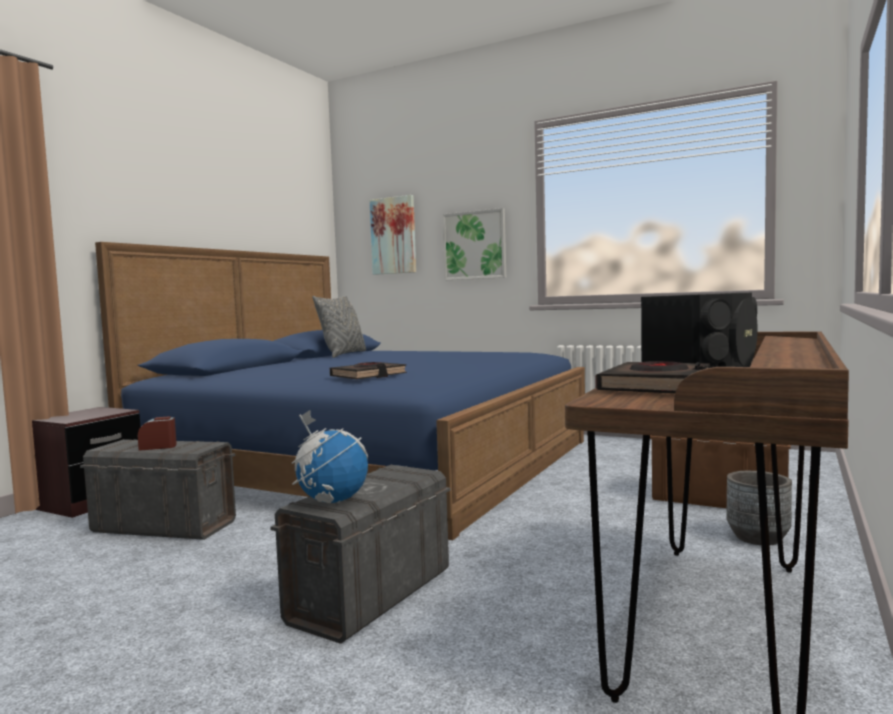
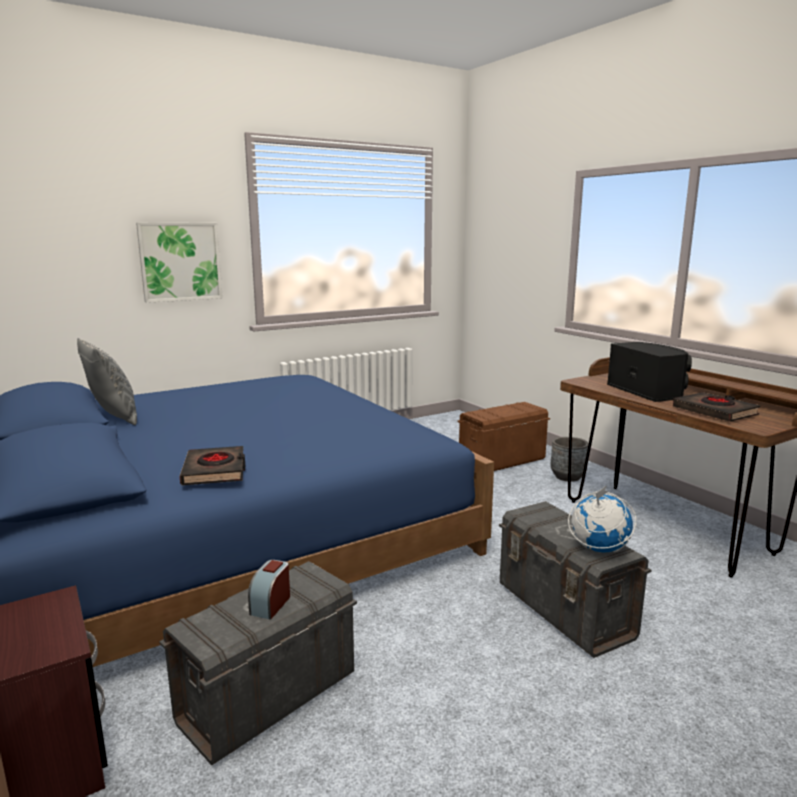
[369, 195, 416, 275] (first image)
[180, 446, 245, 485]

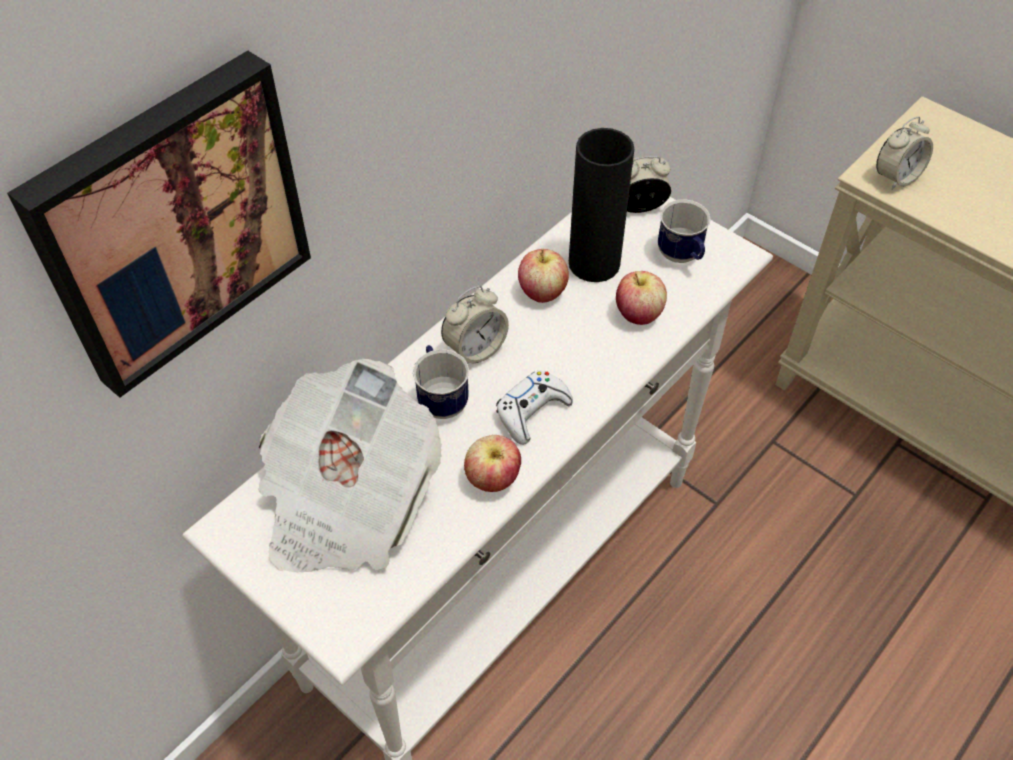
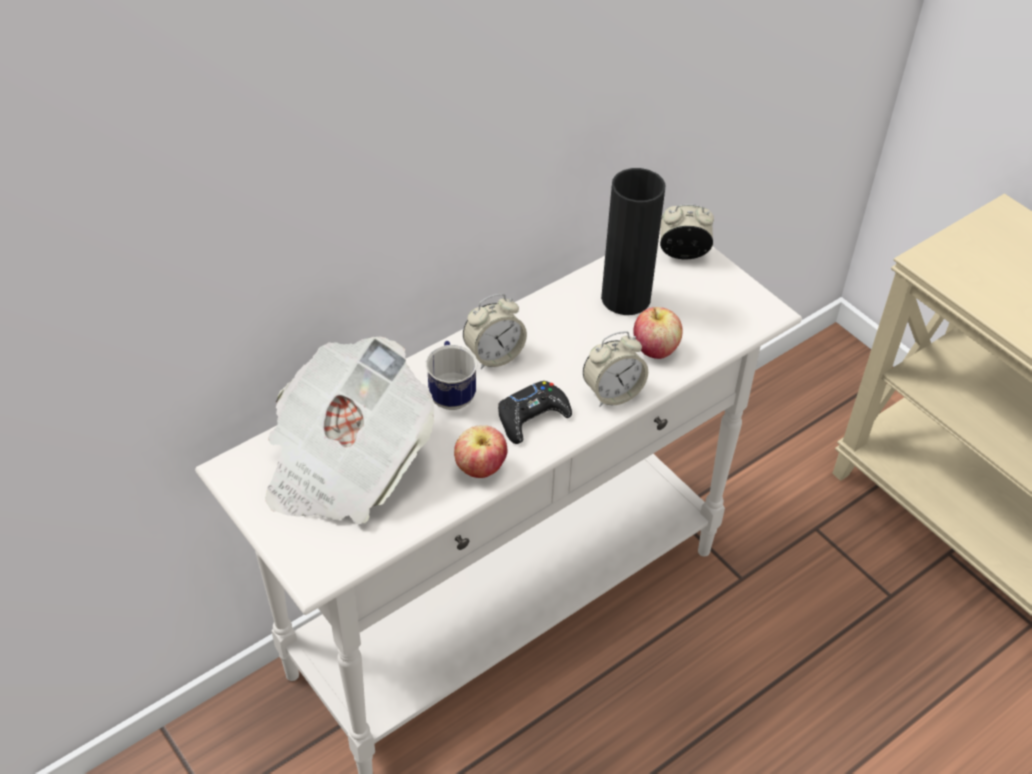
[7, 51, 311, 398] (first image)
[518, 249, 569, 303] (first image)
[658, 199, 710, 263] (first image)
[583, 331, 648, 407]
[498, 381, 572, 444]

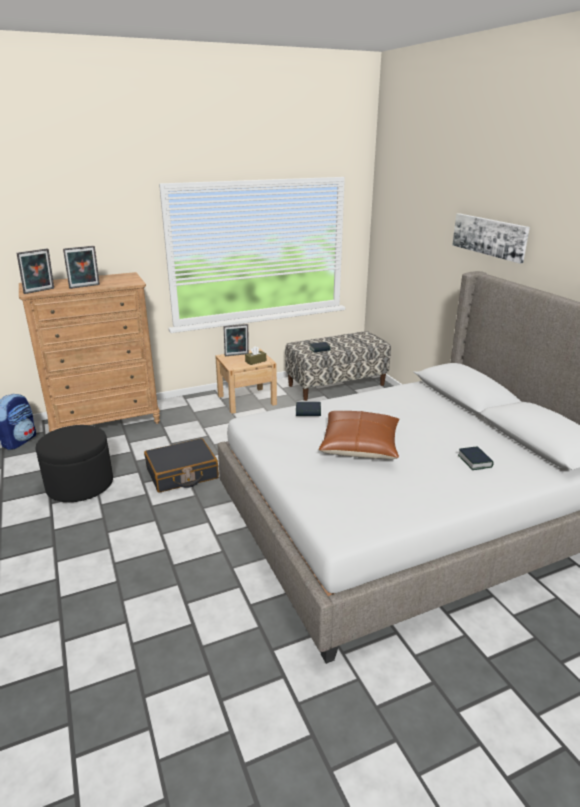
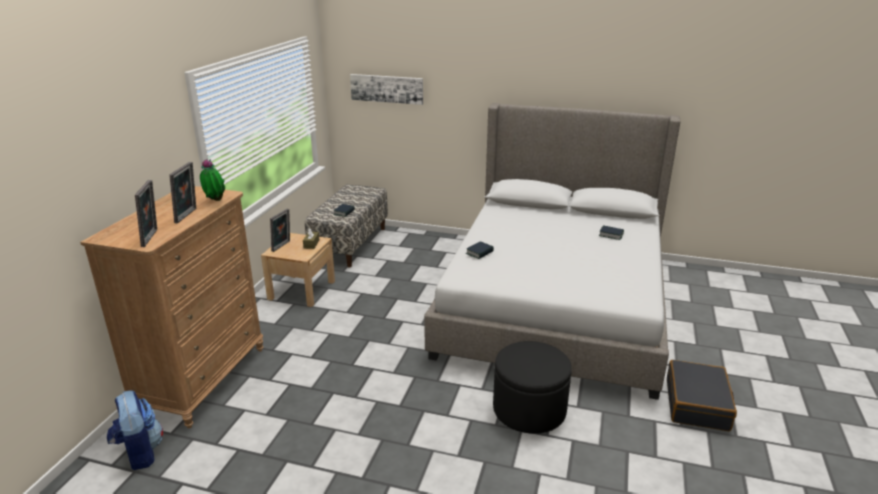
[319, 411, 399, 459] (first image)
[200, 159, 225, 201]
[493, 341, 572, 434]
[667, 360, 737, 431]
[350, 74, 423, 105]

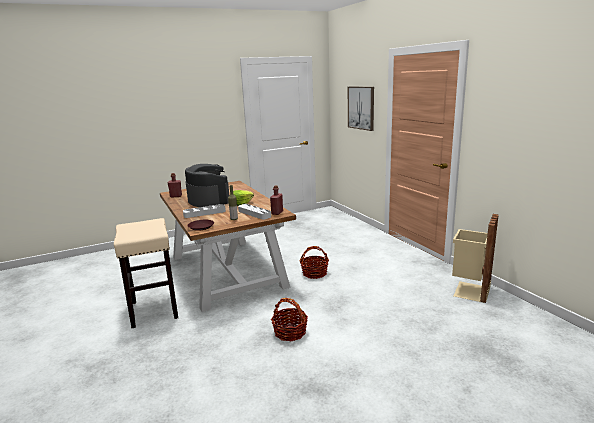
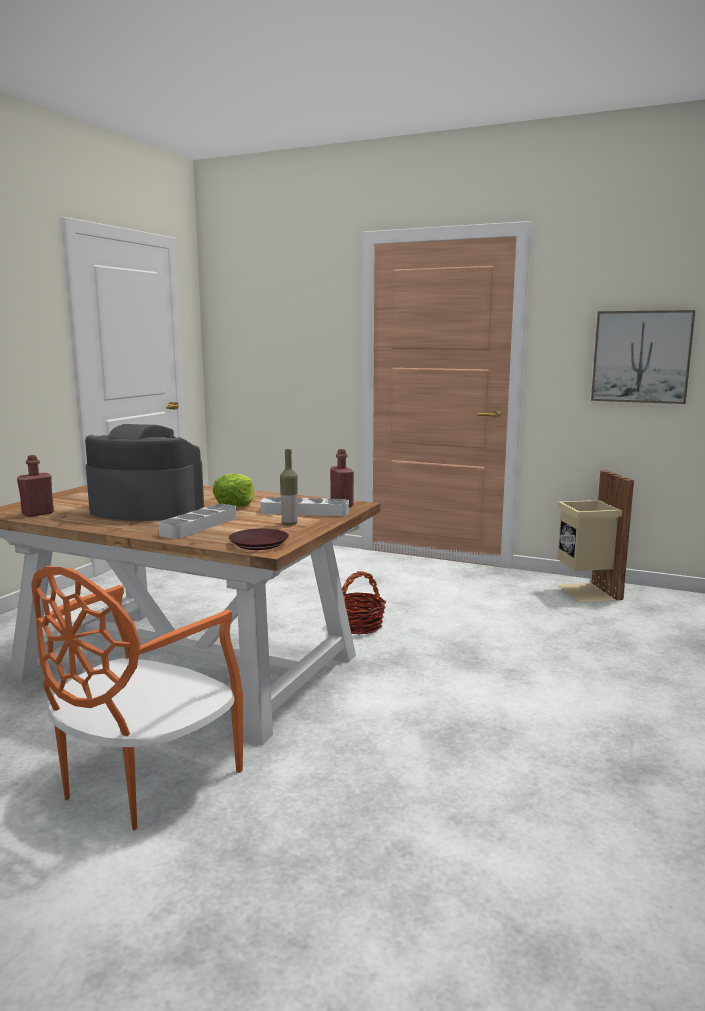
[271, 298, 308, 341] (first image)
[591, 310, 695, 404]
[31, 566, 243, 831]

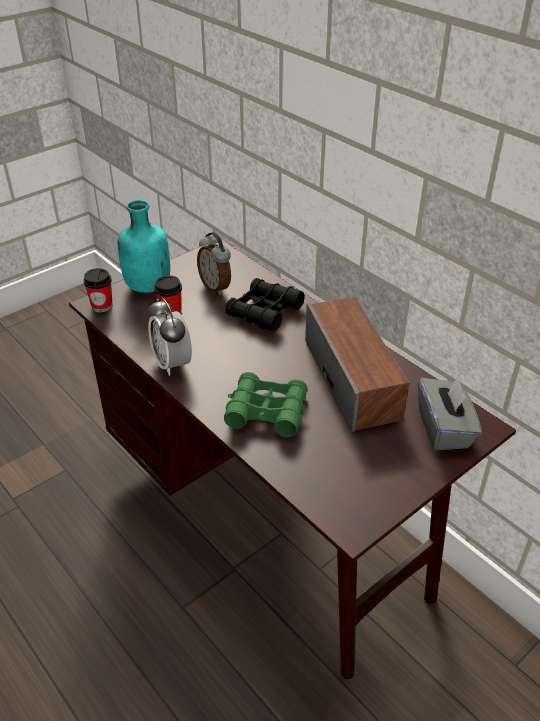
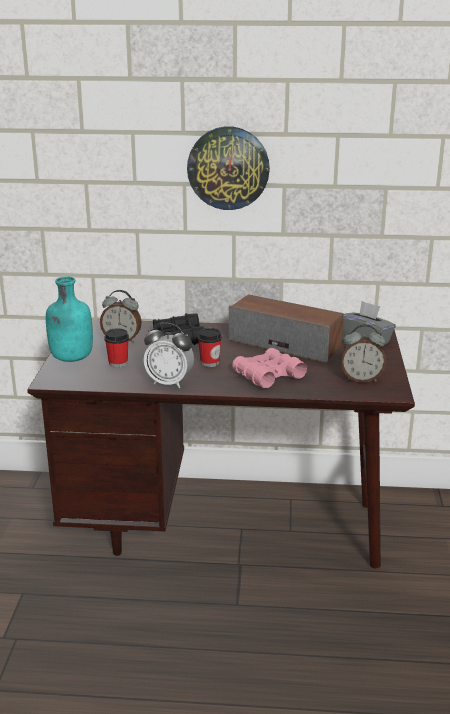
[187, 126, 270, 210]
[340, 324, 386, 383]
[198, 328, 222, 367]
[232, 348, 307, 388]

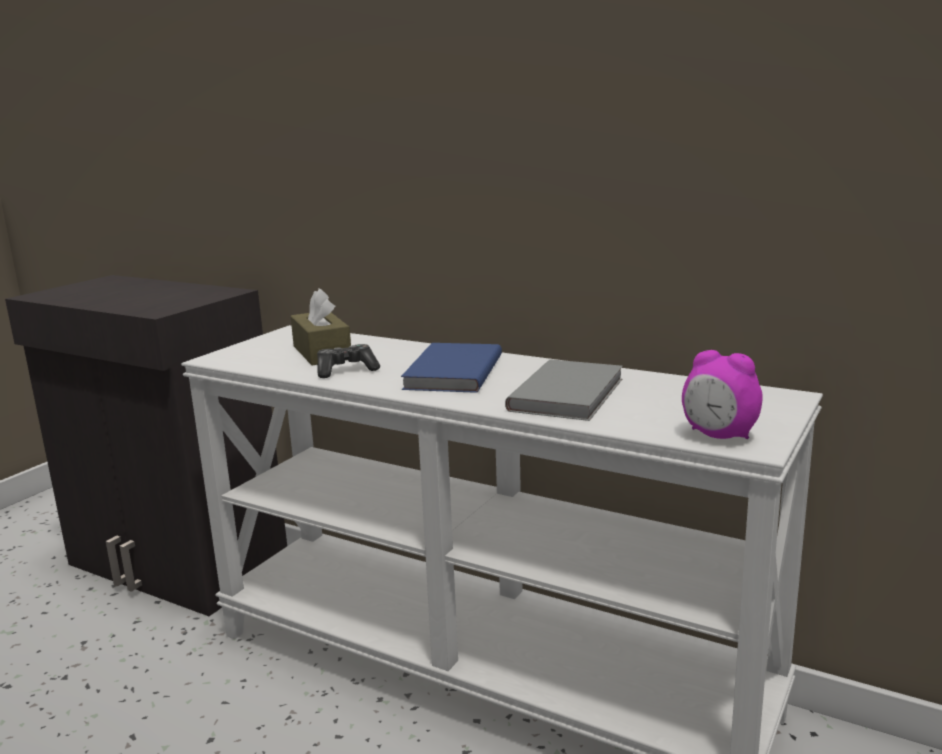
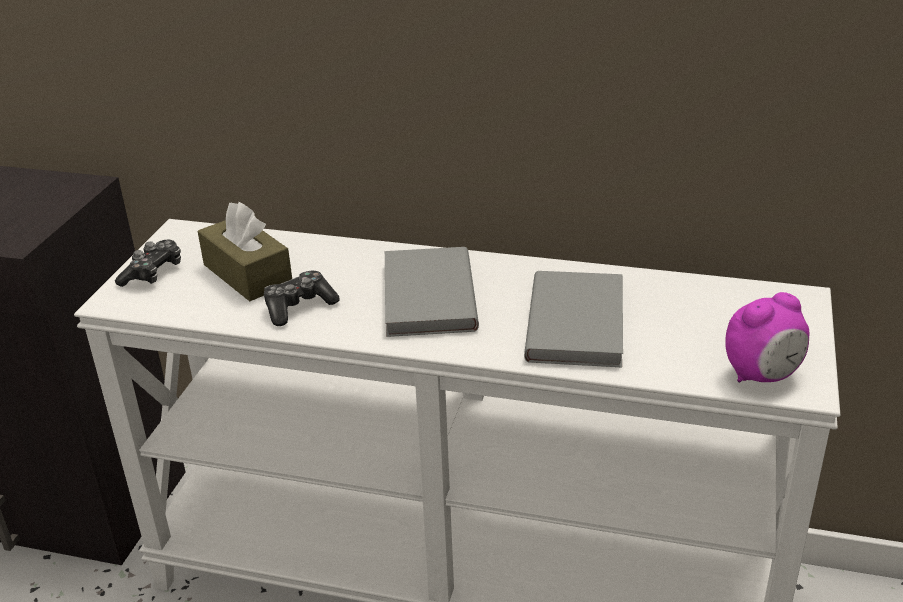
[115, 240, 181, 287]
[385, 247, 479, 337]
[726, 292, 809, 383]

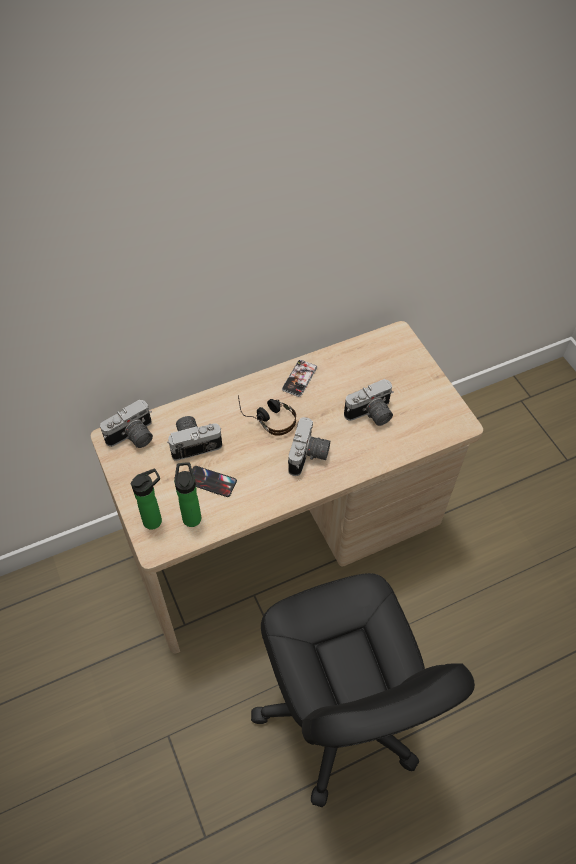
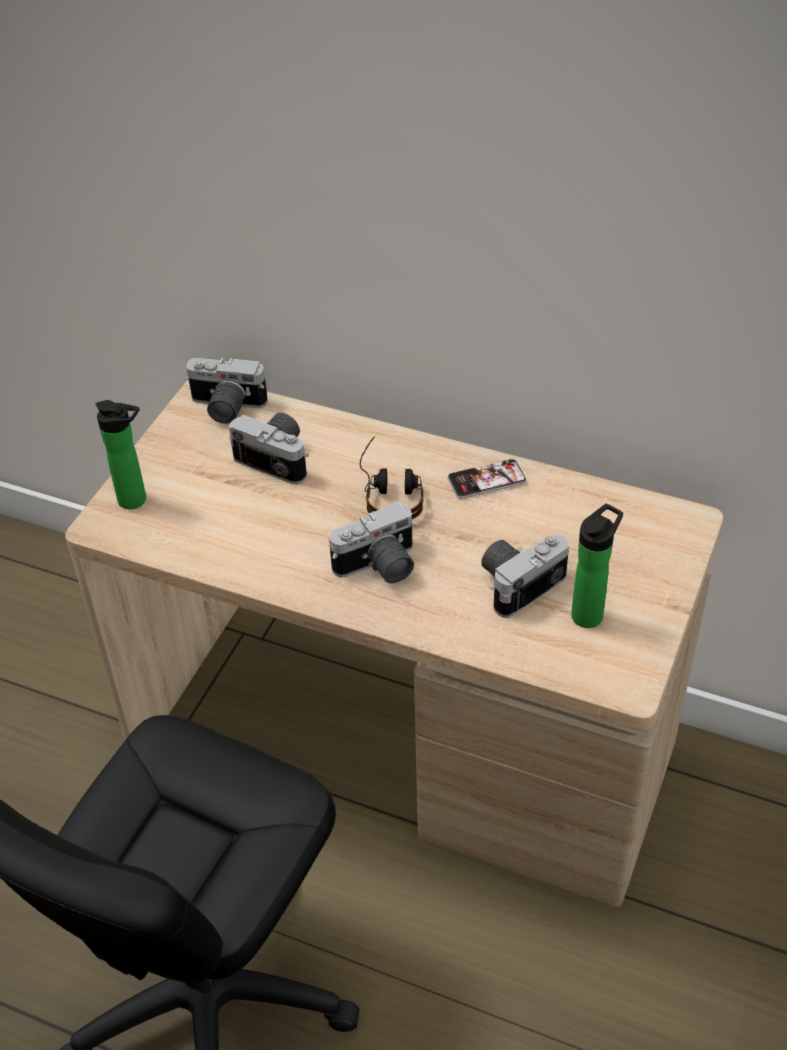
[192, 466, 237, 497] (first image)
[571, 504, 623, 628]
[481, 534, 569, 618]

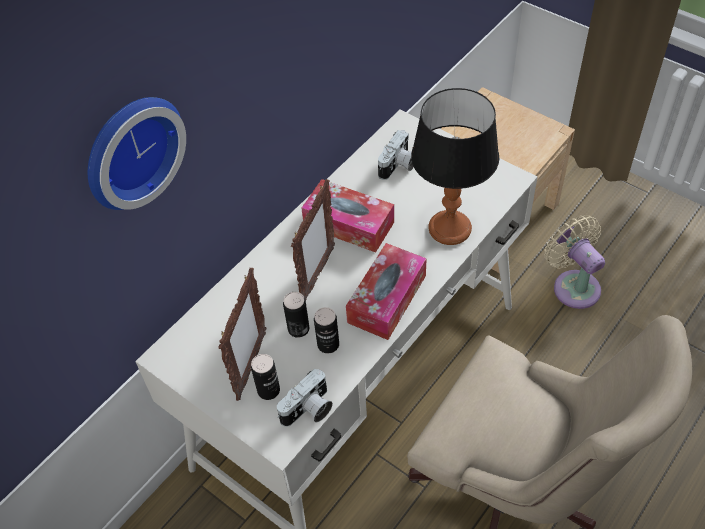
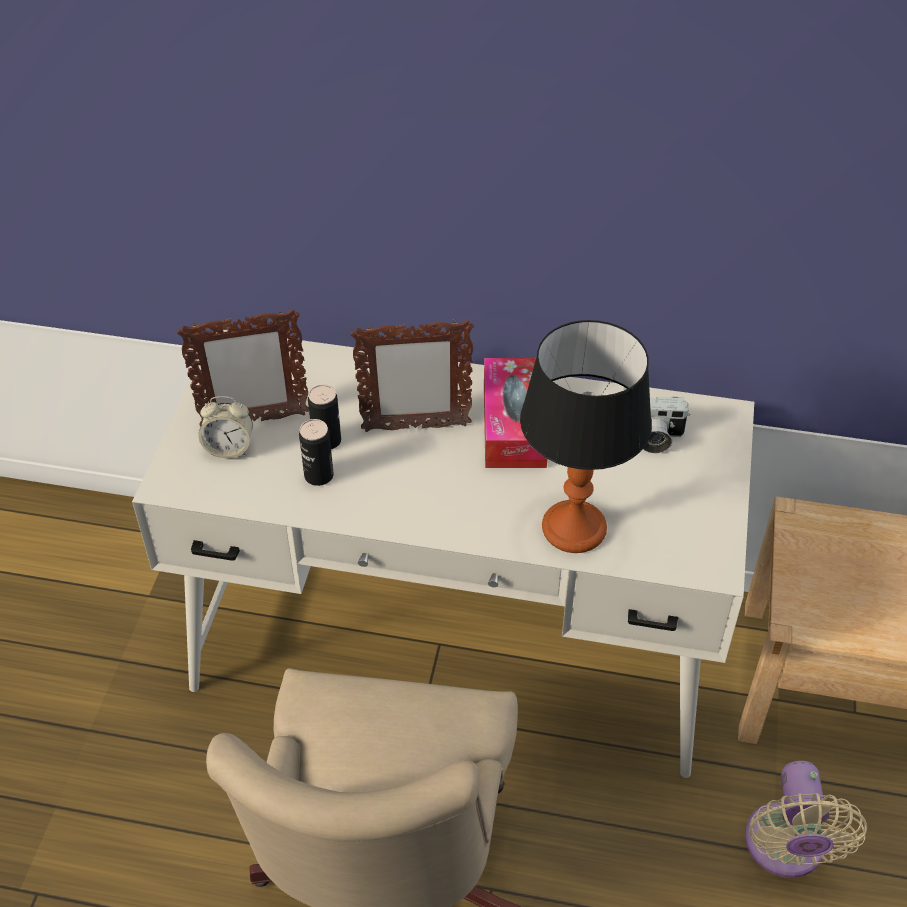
[88, 97, 186, 210] (first image)
[277, 369, 333, 427] (first image)
[346, 243, 427, 340] (first image)
[198, 396, 253, 458]
[745, 761, 867, 878]

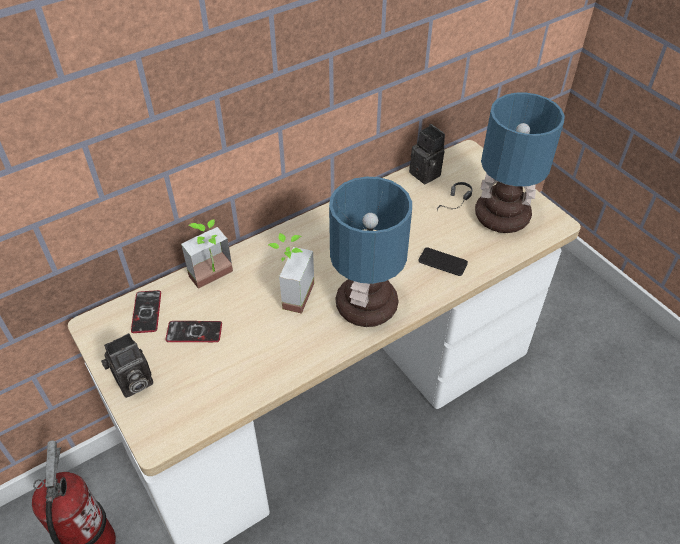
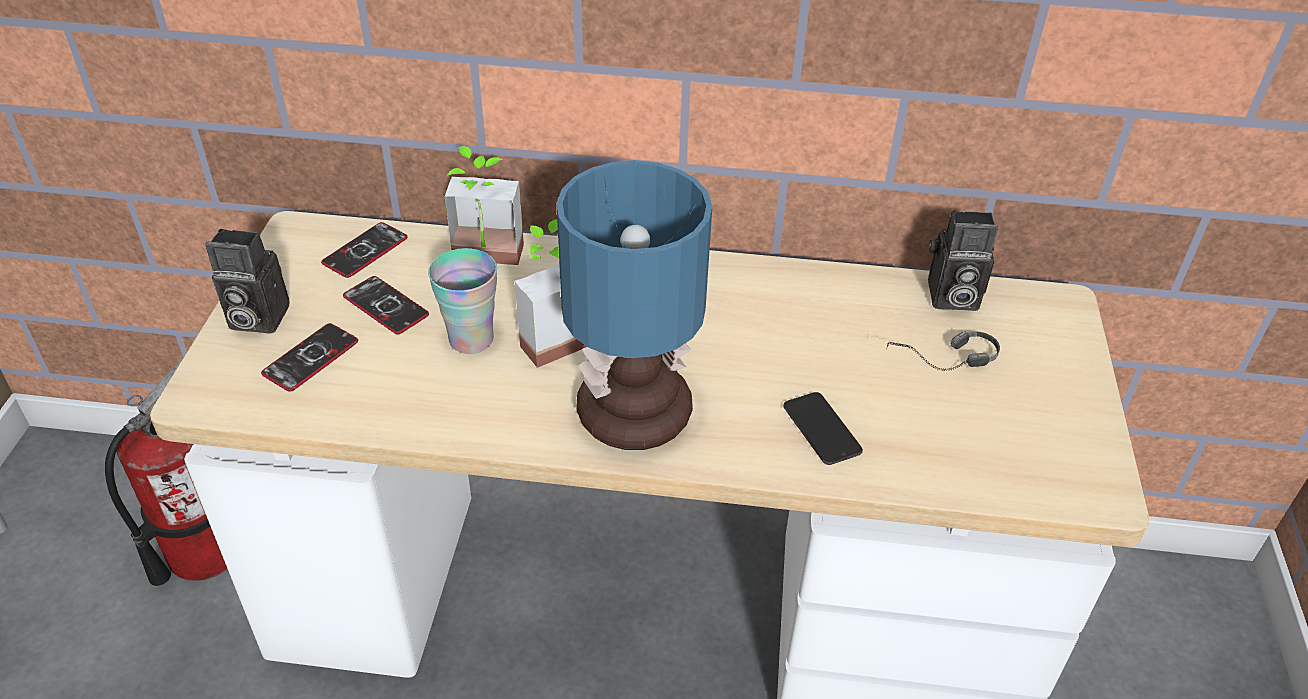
[475, 92, 565, 233] (first image)
[261, 323, 358, 392]
[428, 248, 497, 354]
[928, 211, 998, 311]

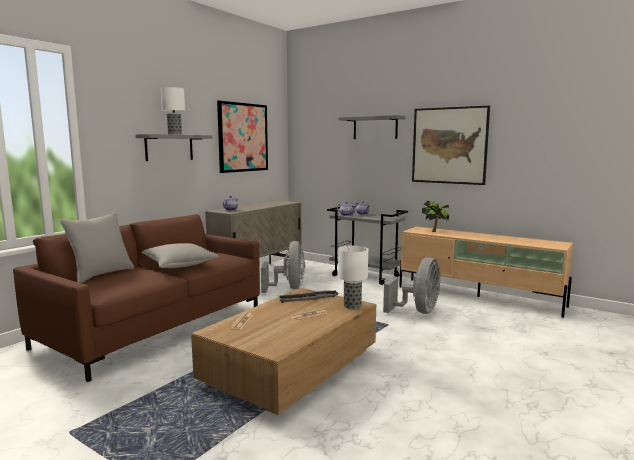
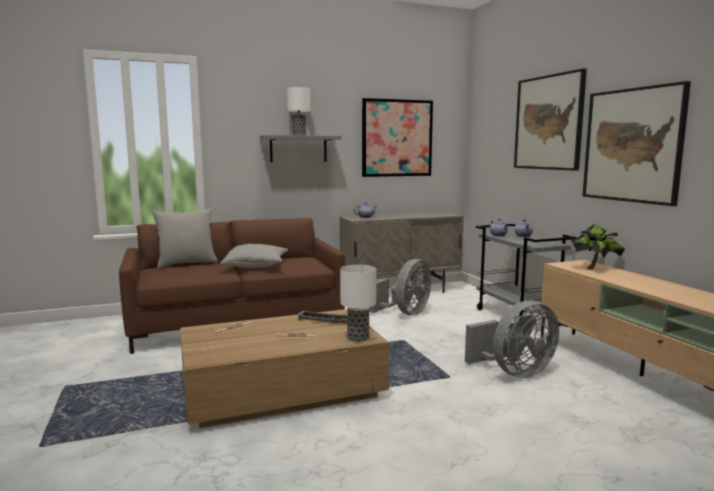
[514, 68, 587, 171]

